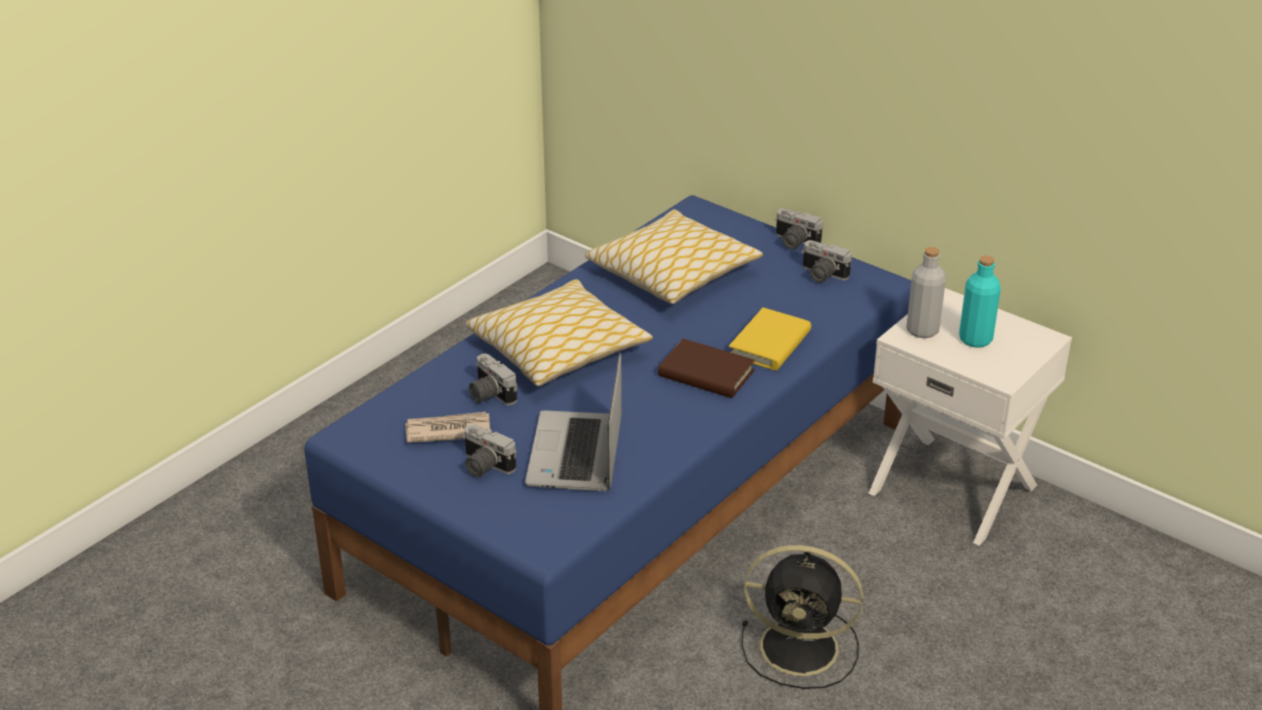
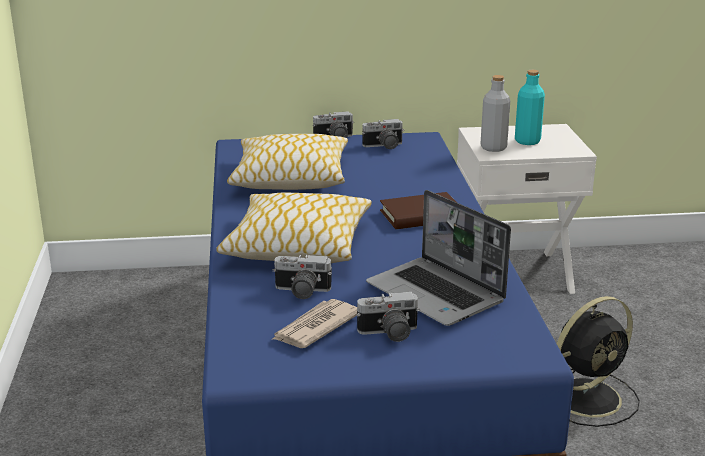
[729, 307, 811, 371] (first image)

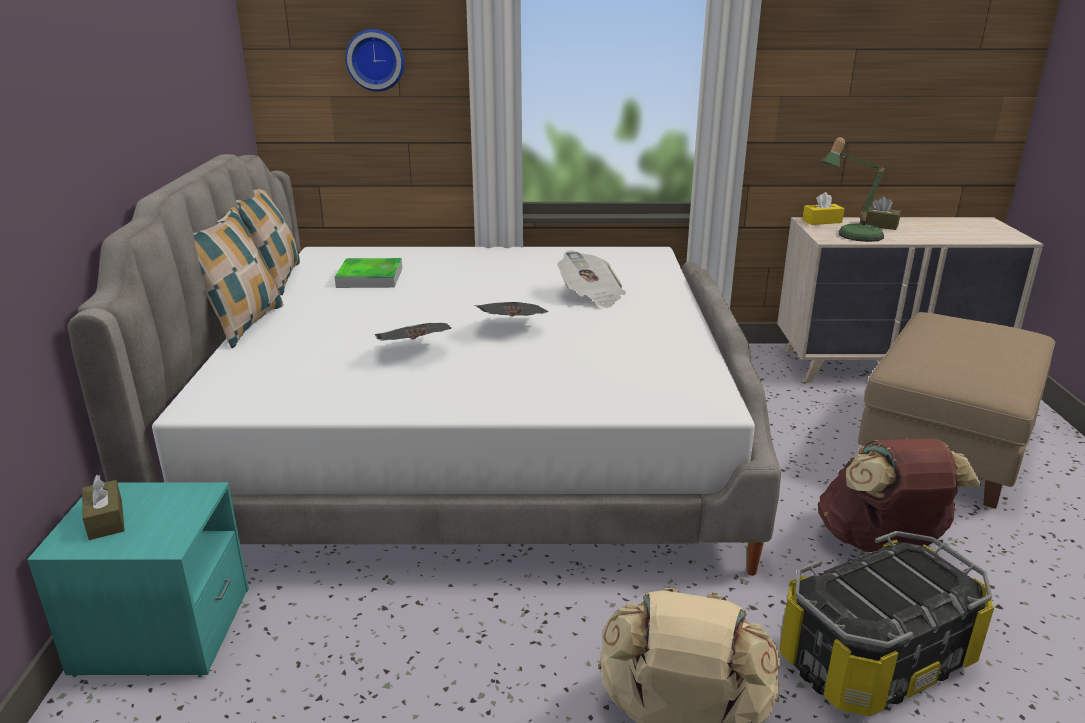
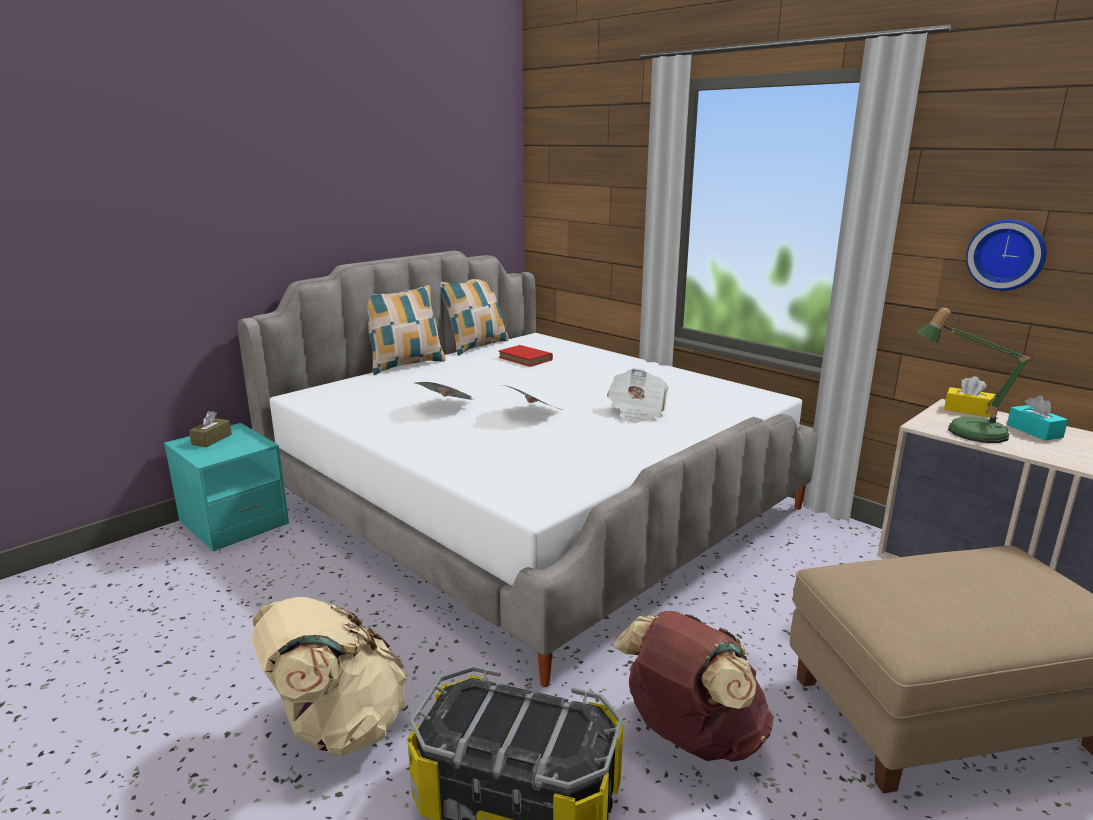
[966, 219, 1047, 291]
[498, 345, 553, 367]
[1007, 395, 1068, 441]

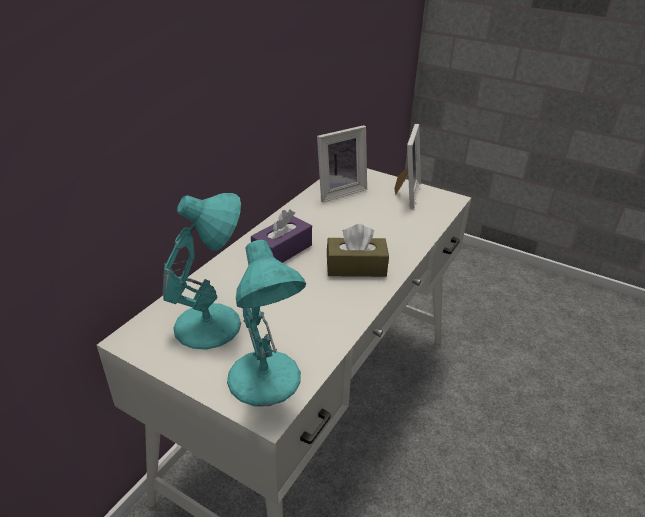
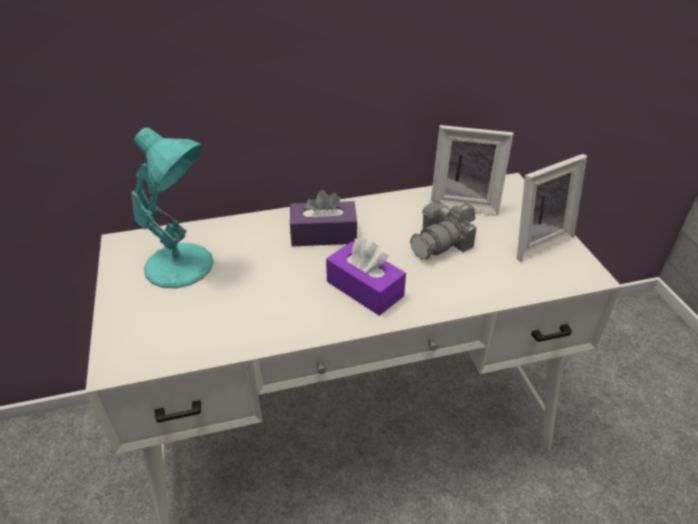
[227, 240, 306, 406] (first image)
[410, 200, 477, 260]
[326, 238, 406, 316]

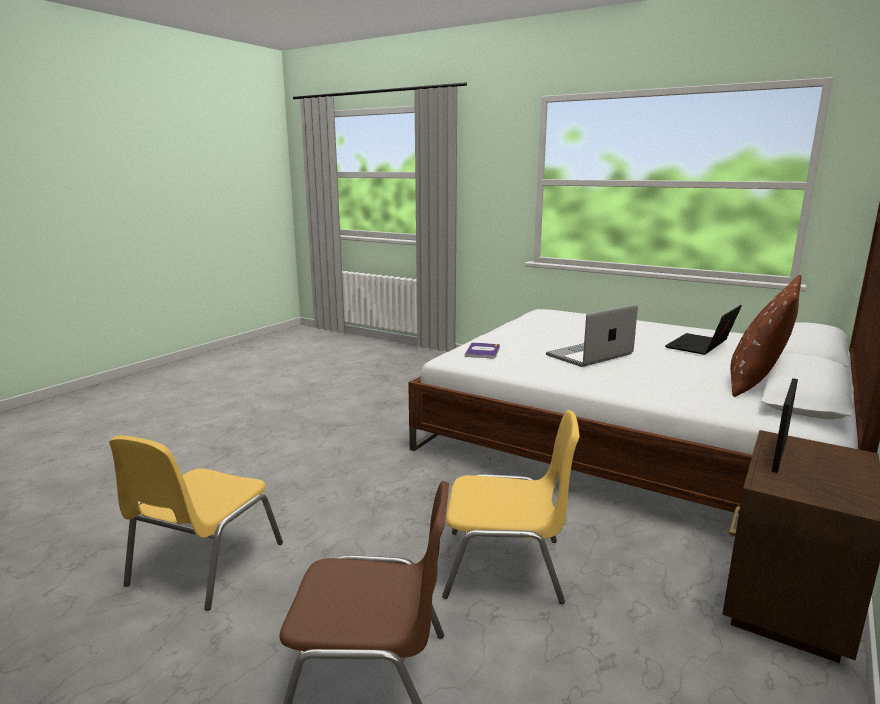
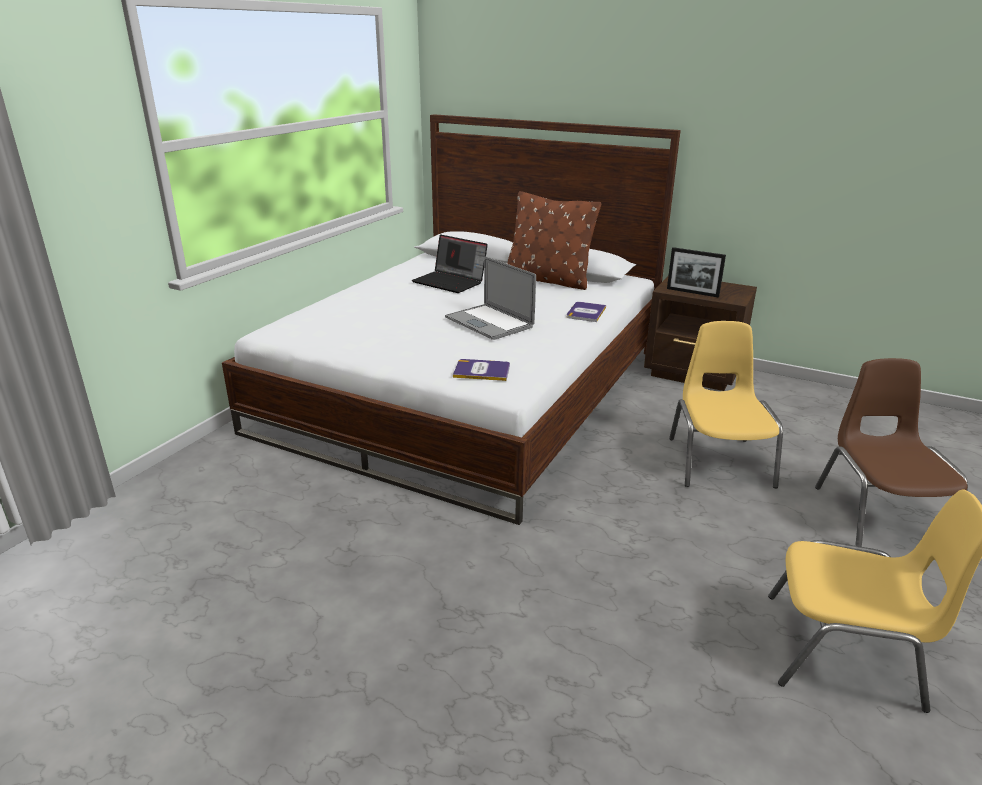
[567, 302, 606, 322]

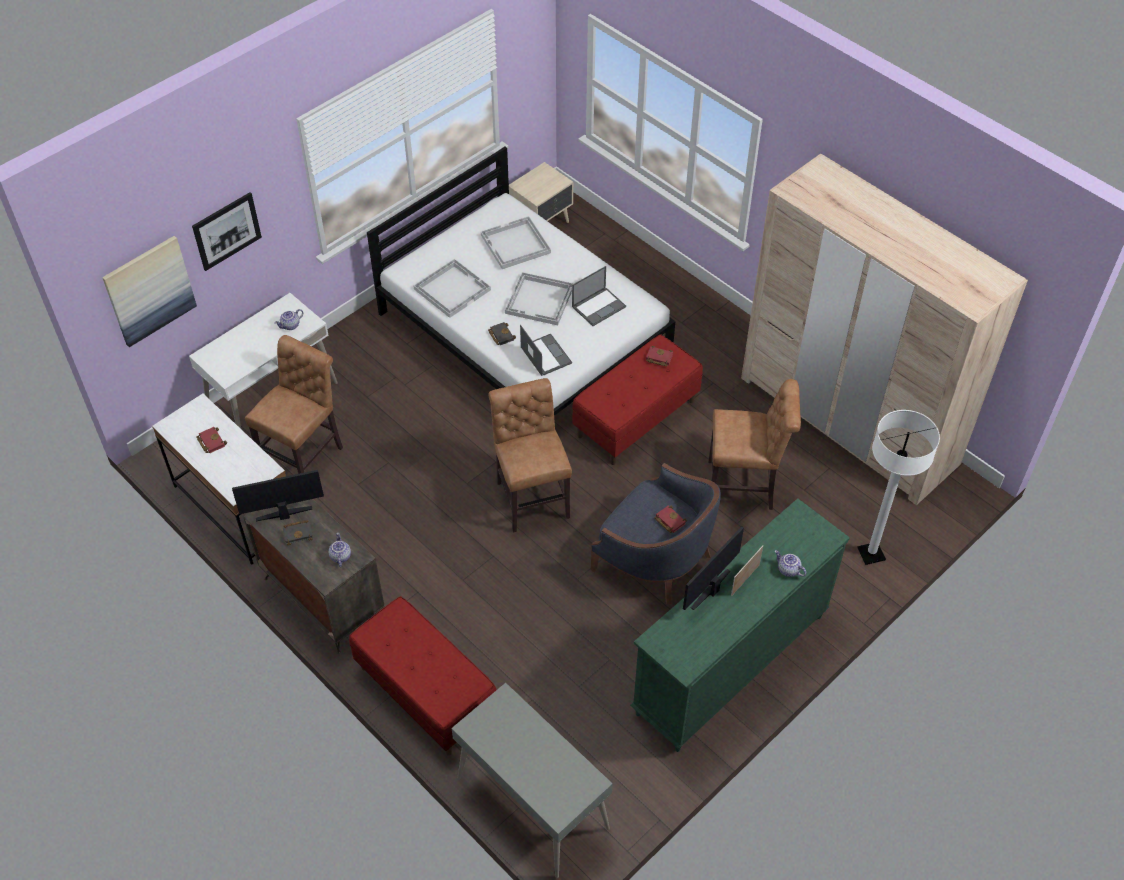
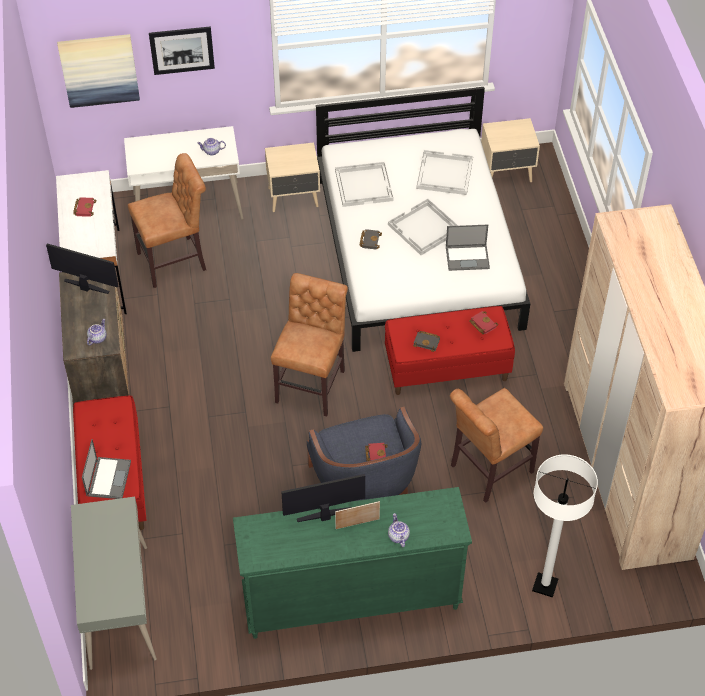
[265, 143, 320, 212]
[414, 331, 440, 352]
[82, 439, 131, 499]
[450, 388, 543, 503]

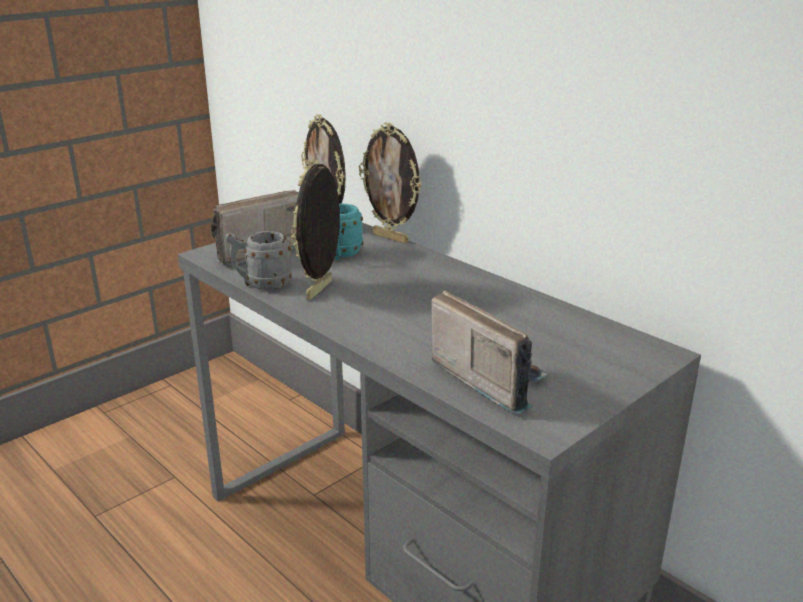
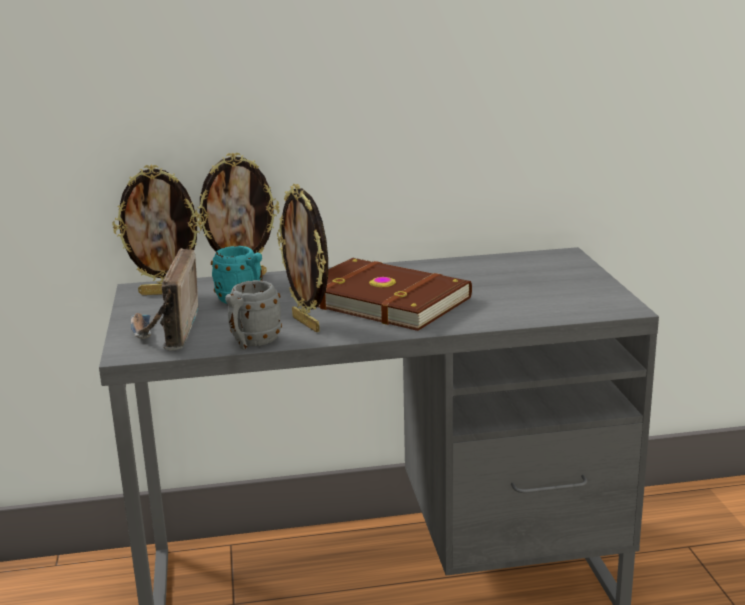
[431, 290, 549, 415] (first image)
[318, 258, 472, 331]

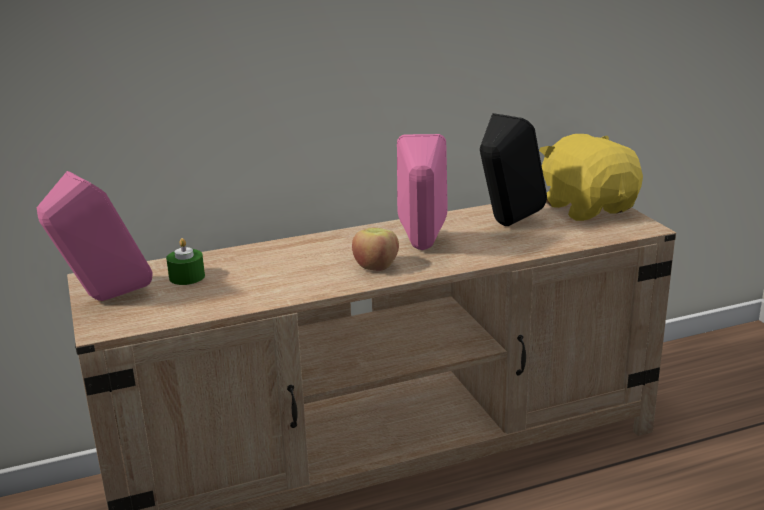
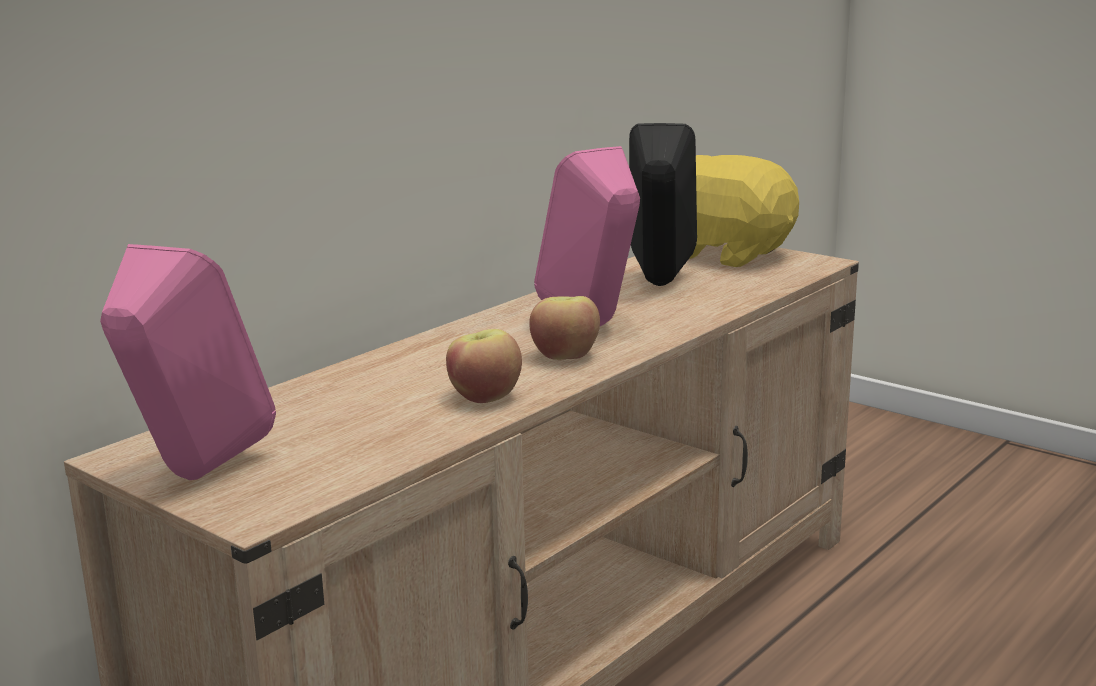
[166, 238, 205, 285] (first image)
[446, 329, 522, 403]

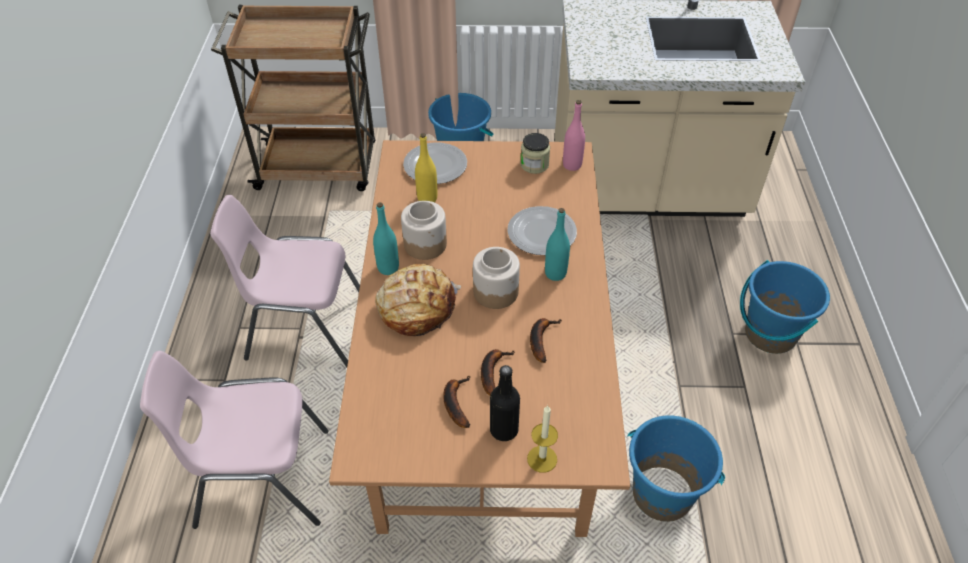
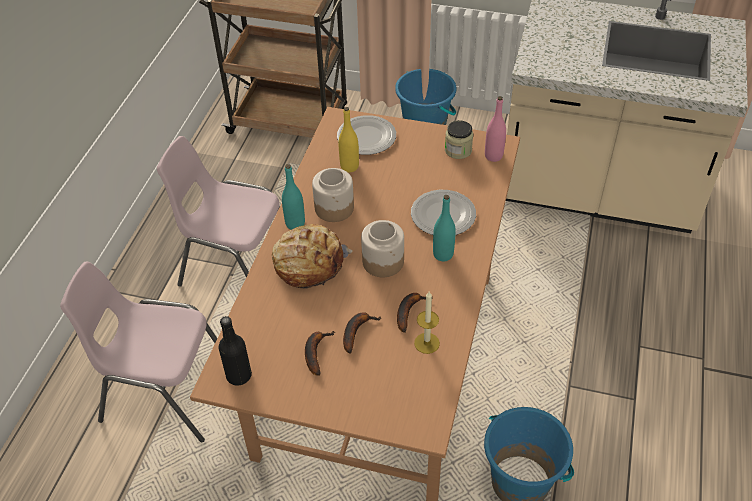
[740, 260, 830, 354] (first image)
[219, 316, 252, 385]
[414, 292, 440, 354]

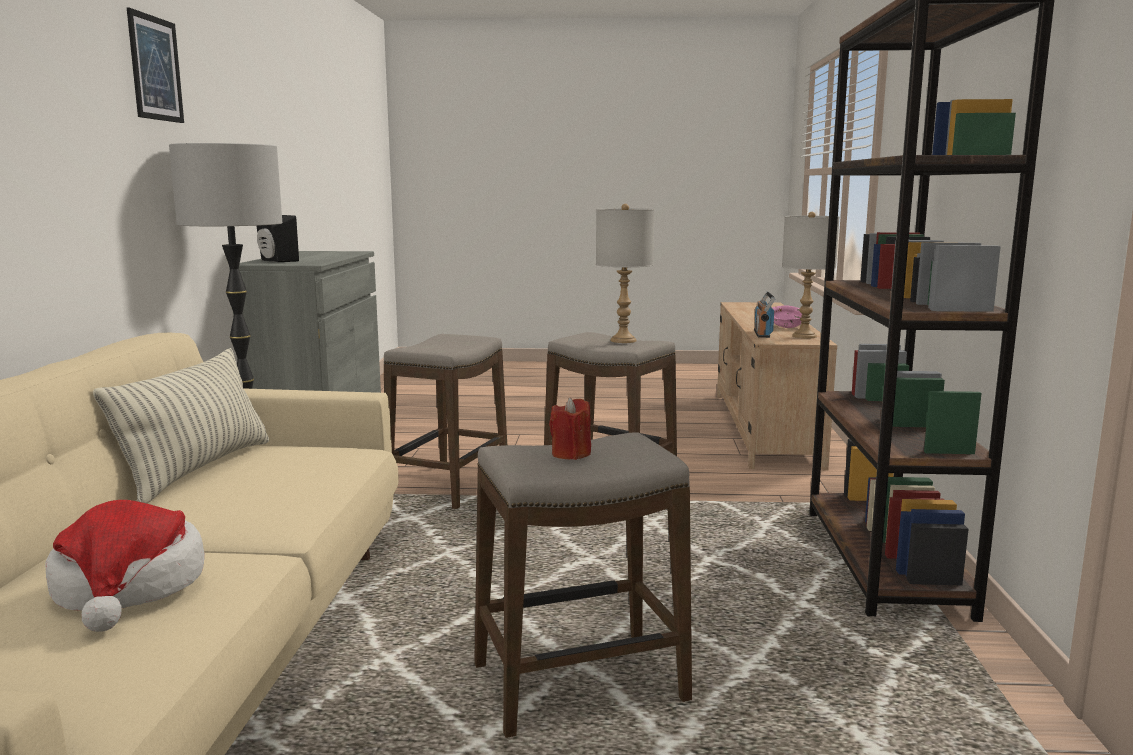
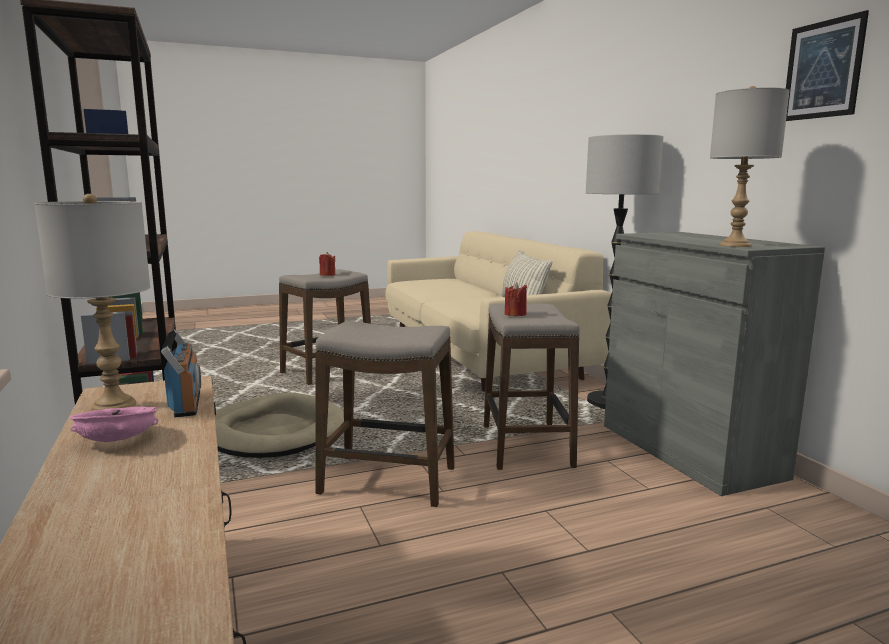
[45, 500, 205, 632] (first image)
[257, 215, 299, 262] (first image)
[215, 393, 344, 458]
[505, 282, 527, 316]
[786, 10, 869, 121]
[710, 86, 790, 247]

